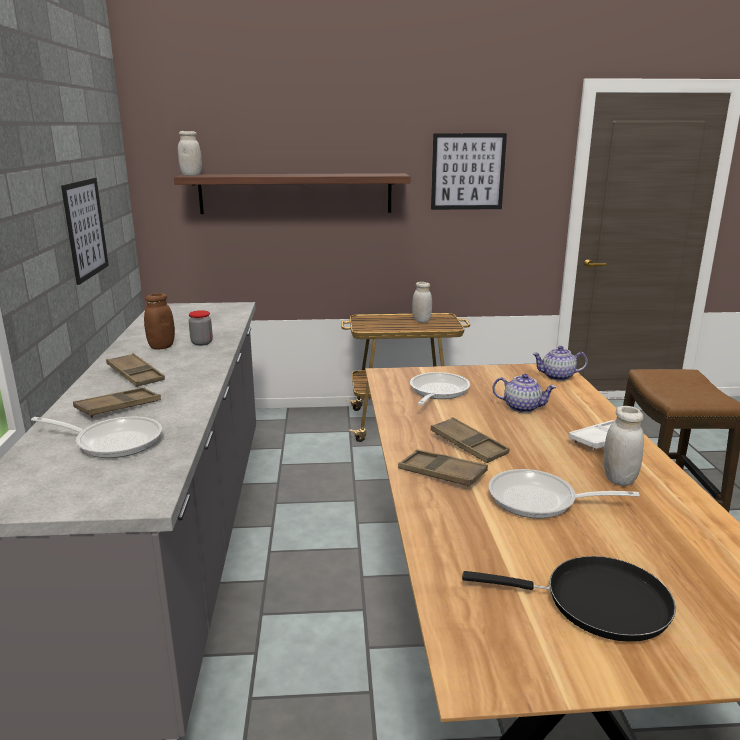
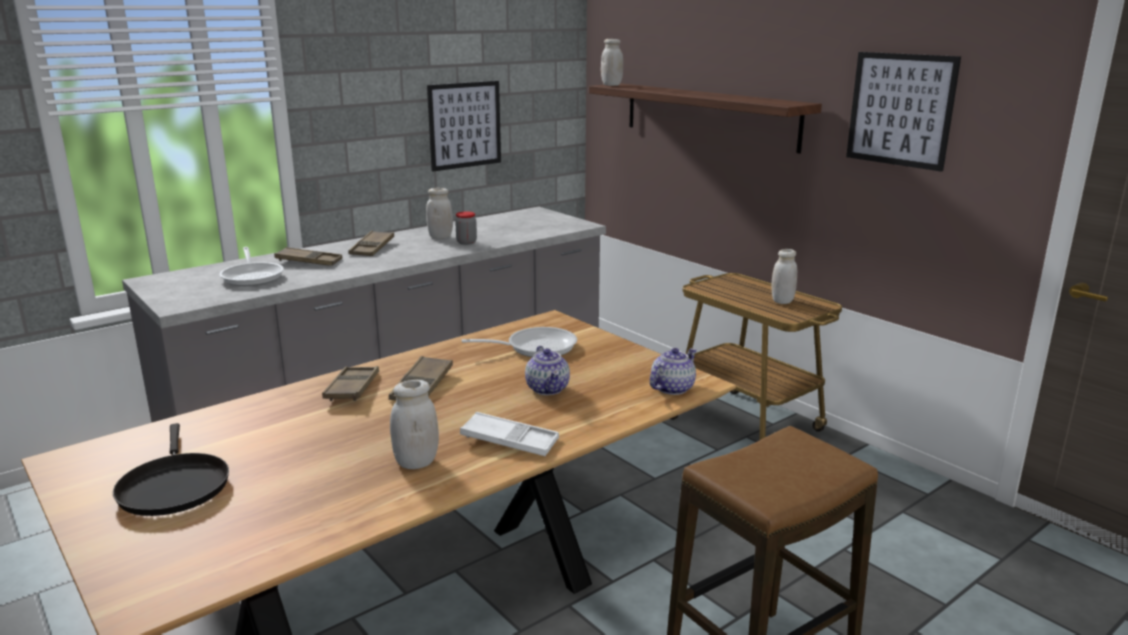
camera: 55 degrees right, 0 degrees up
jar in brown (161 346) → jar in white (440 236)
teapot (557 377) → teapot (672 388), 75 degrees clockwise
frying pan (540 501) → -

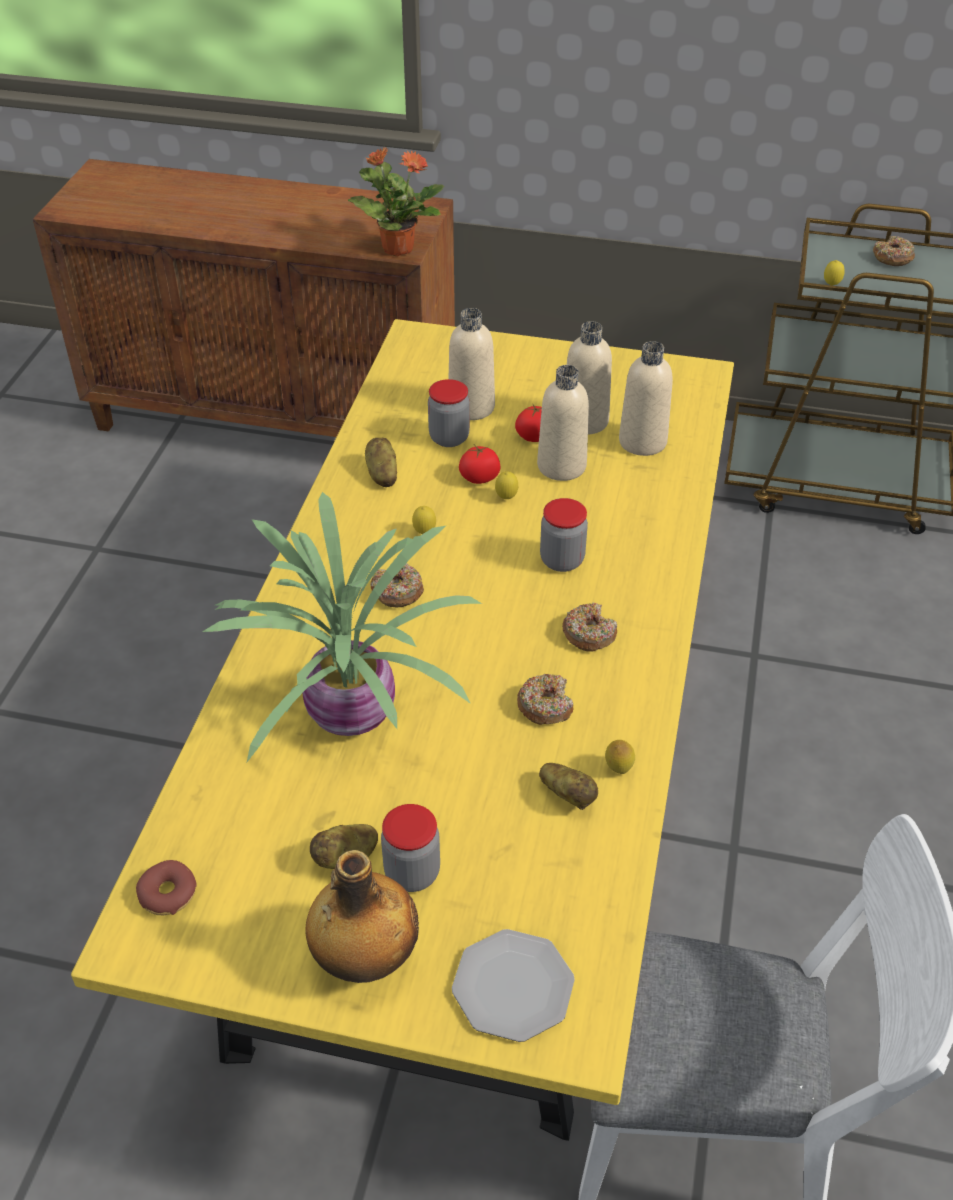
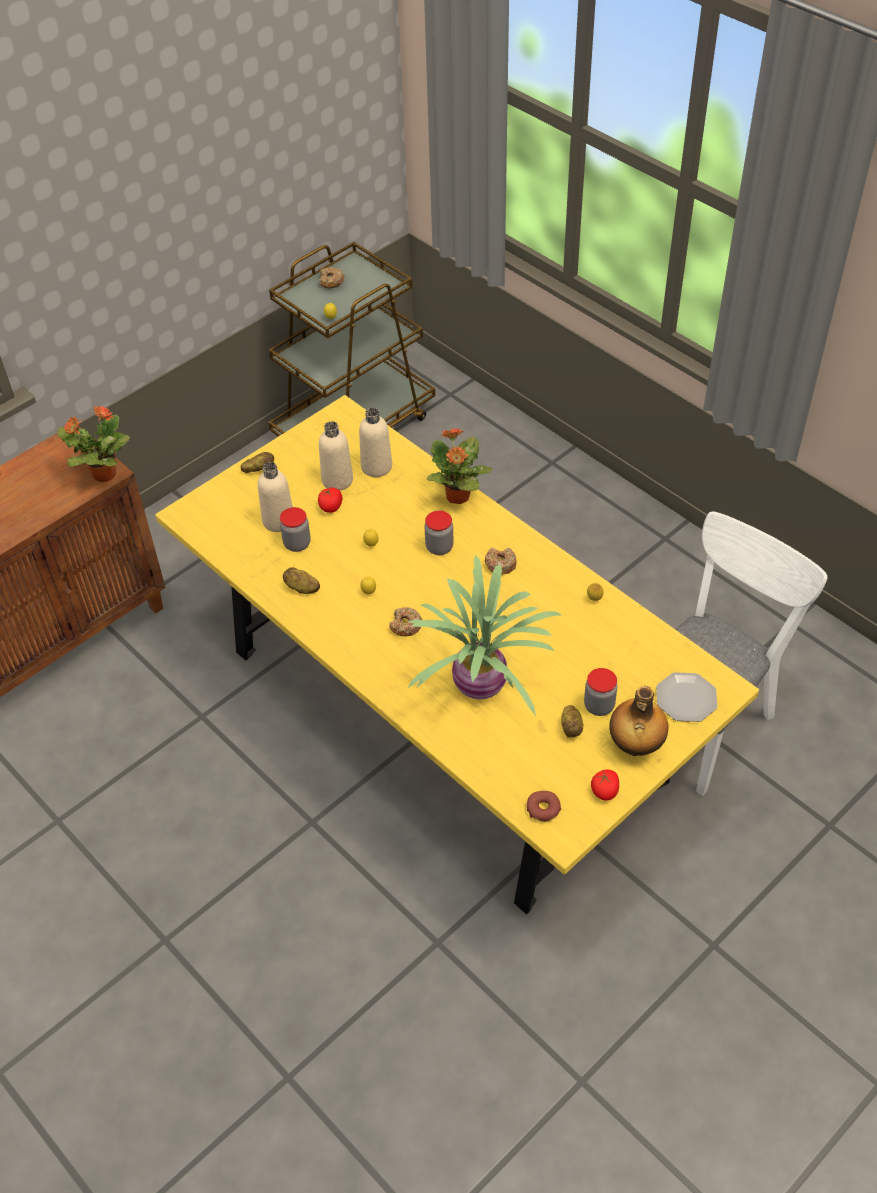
camera: 55 degrees left, 5 degrees up
bottle in beige (561 466) → -
tomato (479 478) → tomato (605 791), move
donut (545 706) → -
potato (568 795) → potato (258 469), move
- → potted plant (457 497)

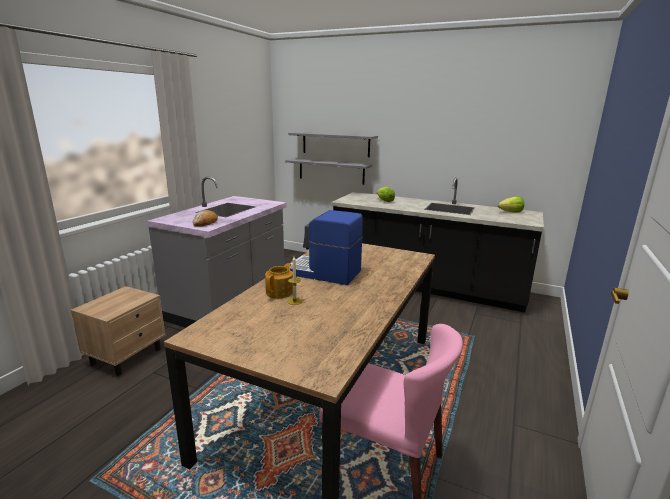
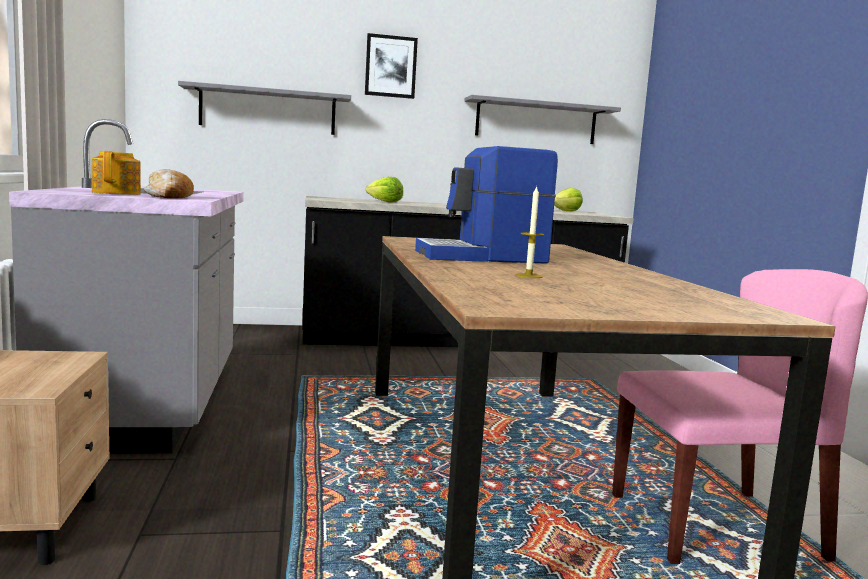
camera: 35 degrees left, 10 degrees down
shelf in grey (331 171) → shelf in grey (536 121), move
teapot (280 292) → teapot (117 193), move
- → picture (390 66)

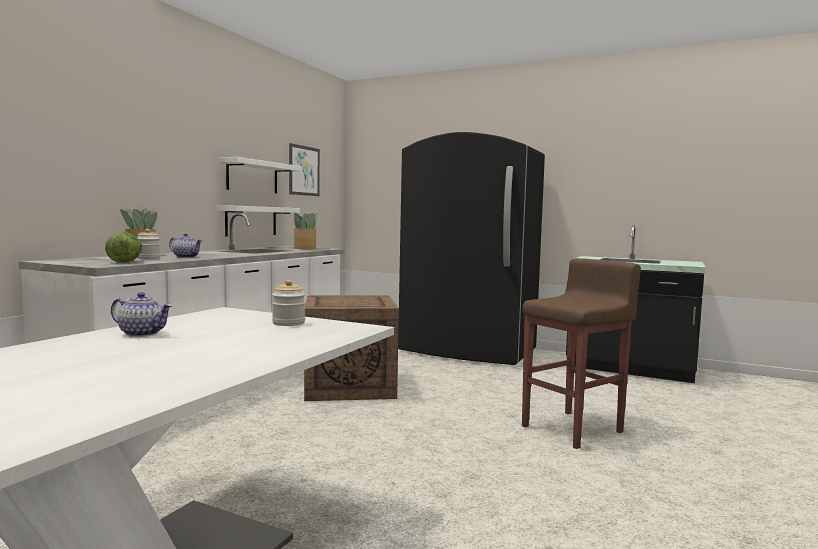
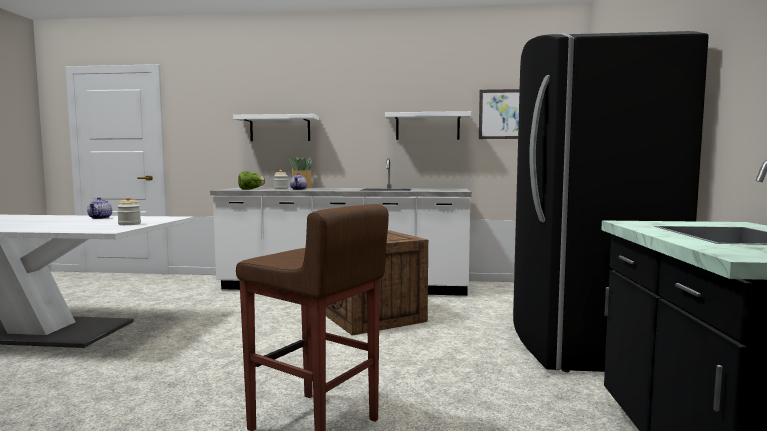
camera: 70 degrees right, 0 degrees up
shelf in white (251 221) → shelf in white (280 128), move
potted plant (305 248) → -

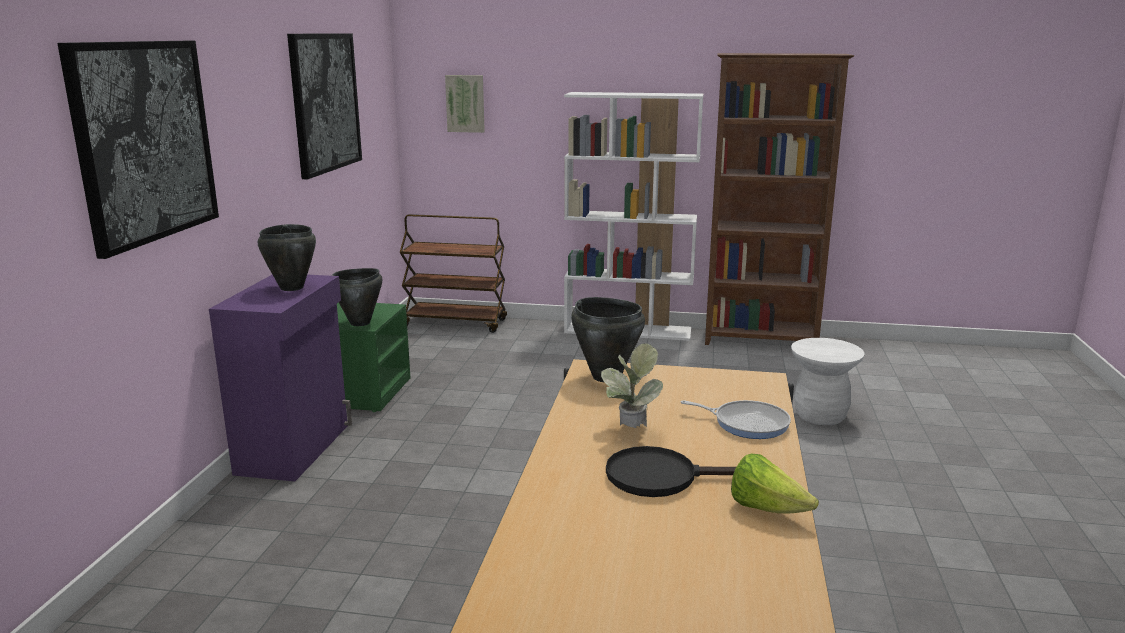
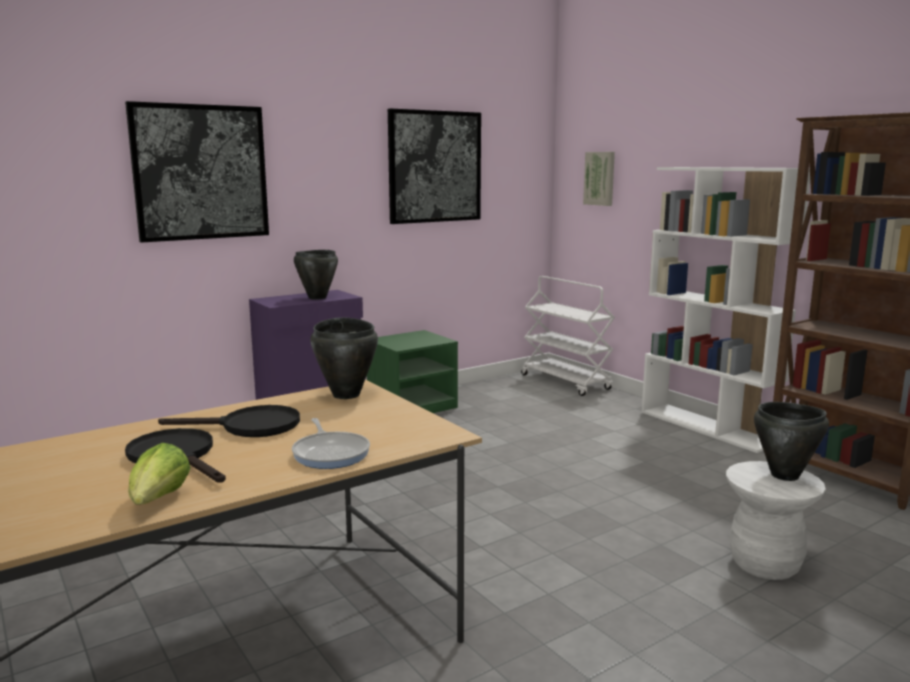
camera: 45 degrees right, 5 degrees down
cart in brown (456 323) → cart in white (566 382)
cooking pot in black (360 323) → cooking pot in black (785 476), move
potted plant (629 431) → frying pan in black (250 427)

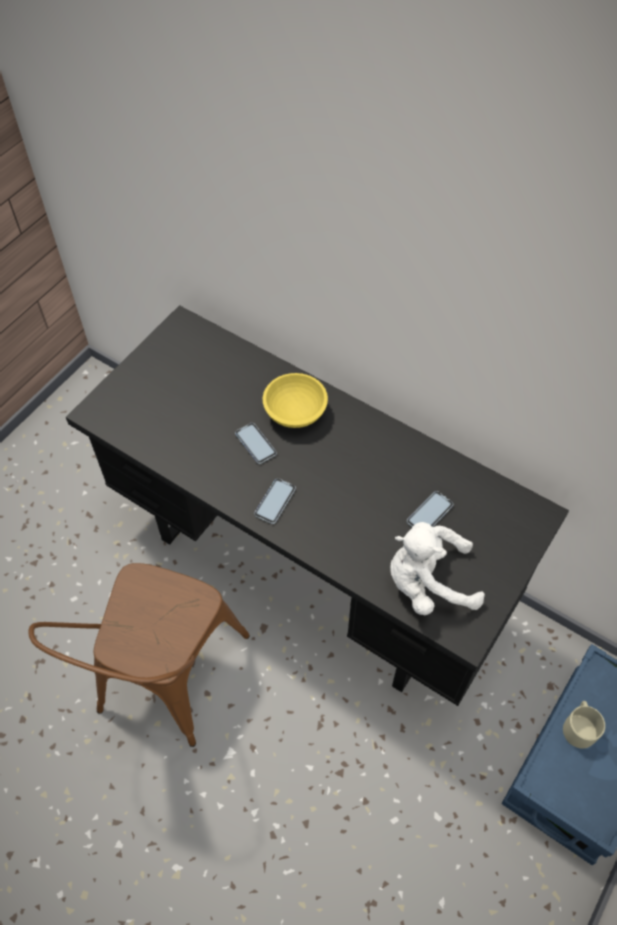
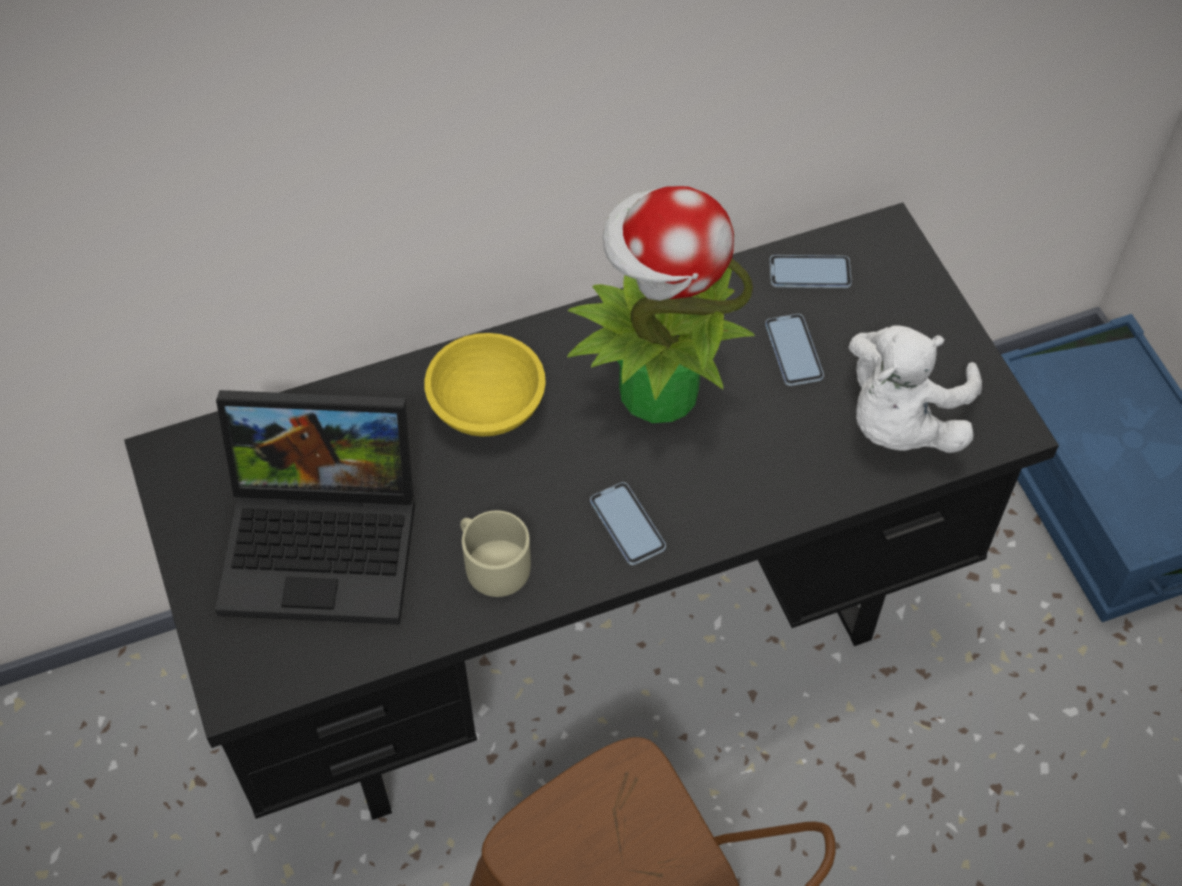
camera: 55 degrees left, 0 degrees up
phone (255 444) → phone (809 273), move
mug in beige (579 727) → mug in beige (492 562), move
- → potted plant (655 390)
- → laptop (326 540)

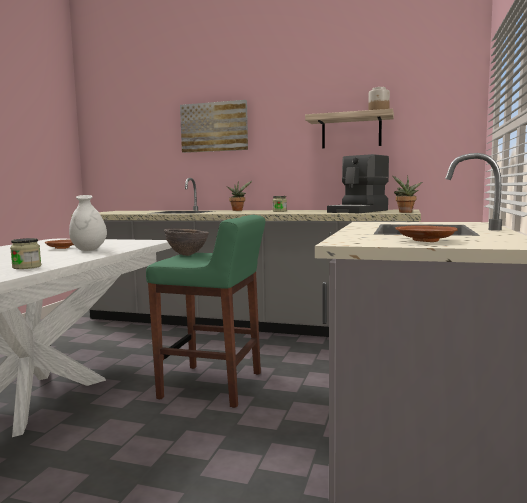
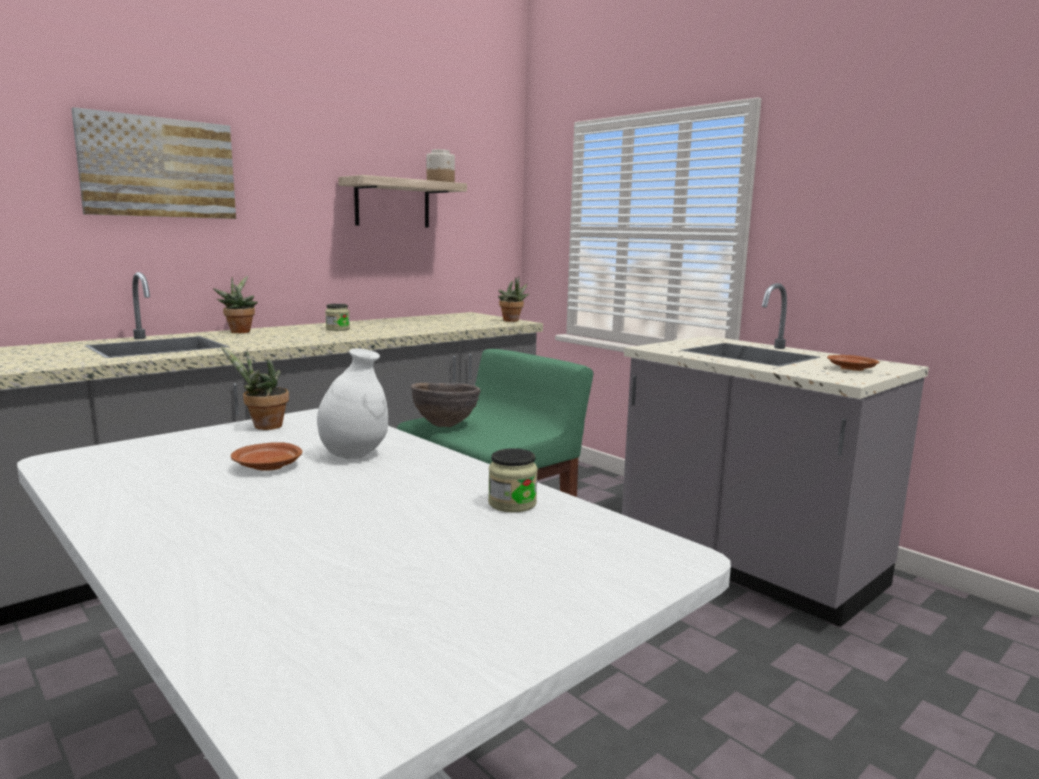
camera: 60 degrees left, 5 degrees up
coffee machine (359 211) → -
- → potted plant (263 426)

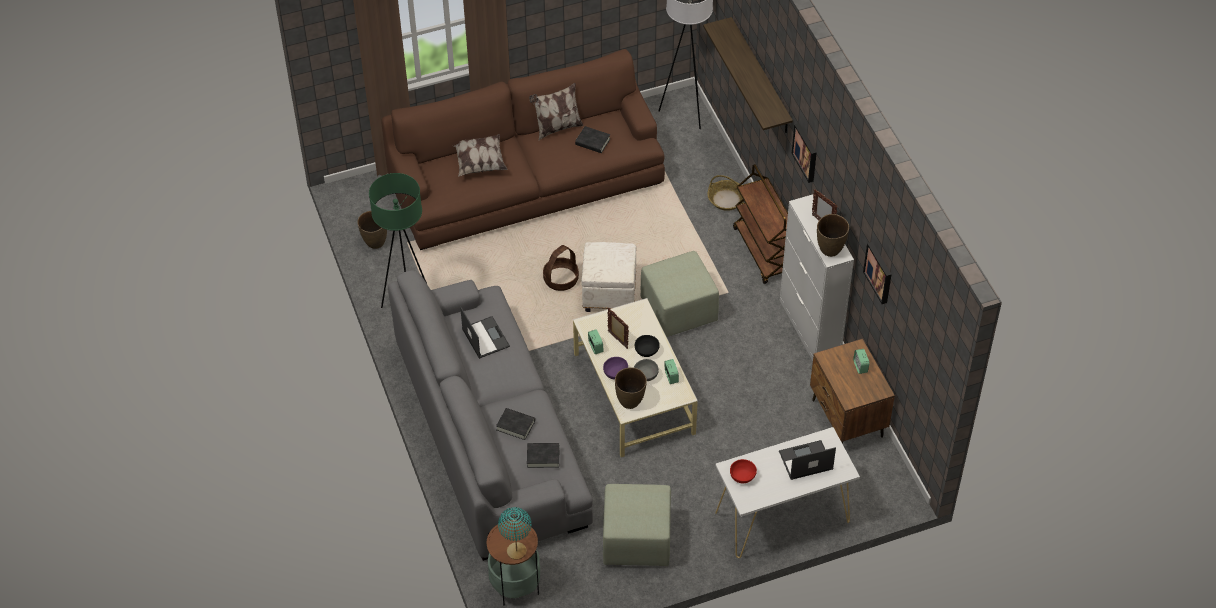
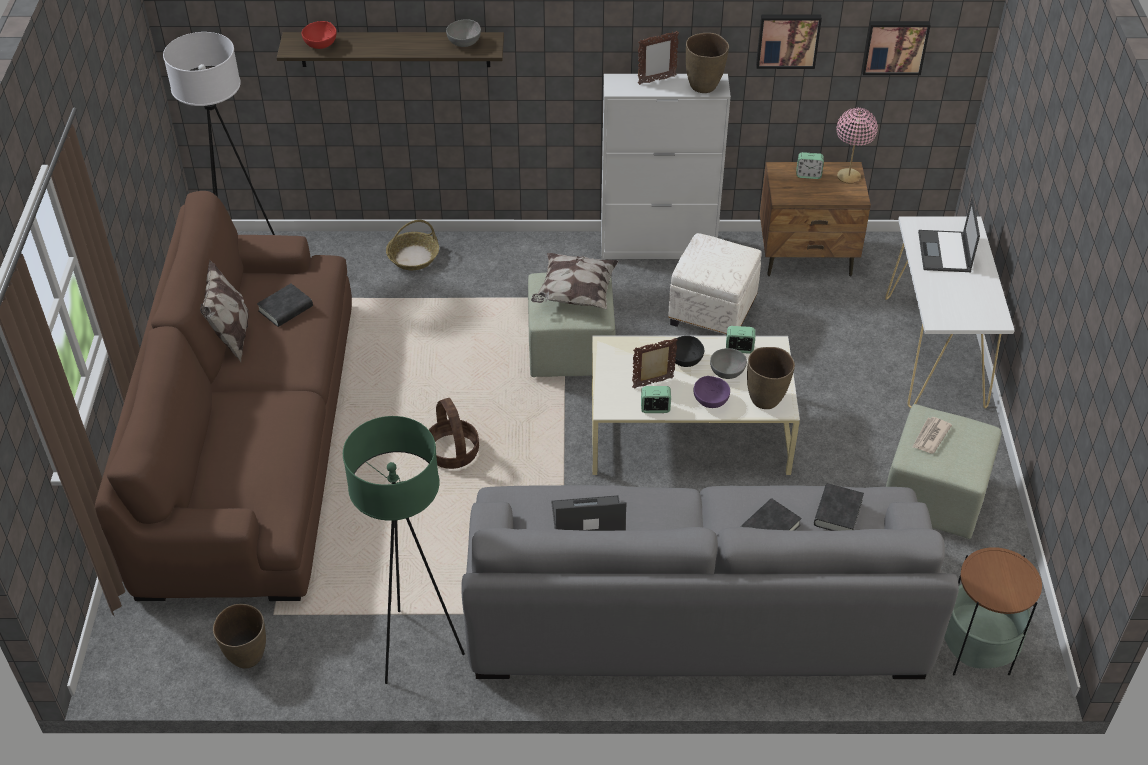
camera: 70 degrees left, 5 degrees down
picture (806 152) → picture (895 46), move
pillow (479 162) → pillow (575 294), move
cart in brown (764 252) → -
ottoman in white (609 295) → ottoman in white (713 314), move
bowl in red (743 477) → bowl in red (321 44), move
table lamp in turquoise (516 551) → -
- → bowl in grey (465 43)
- → table lamp in pink (848 176)
- → newspaper (930 436)

